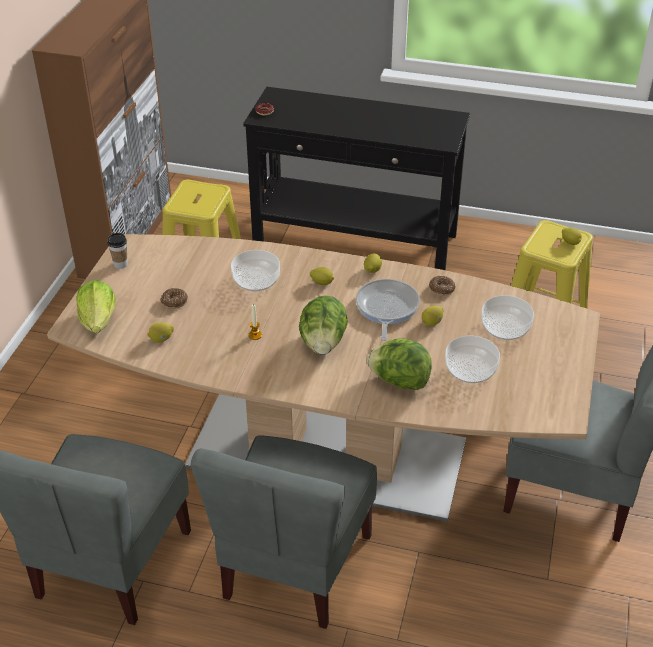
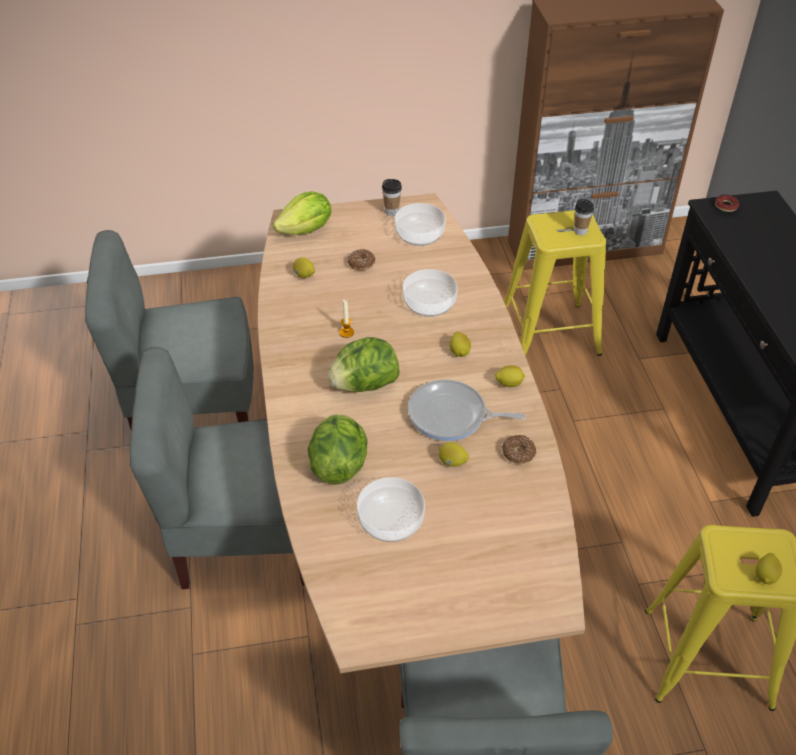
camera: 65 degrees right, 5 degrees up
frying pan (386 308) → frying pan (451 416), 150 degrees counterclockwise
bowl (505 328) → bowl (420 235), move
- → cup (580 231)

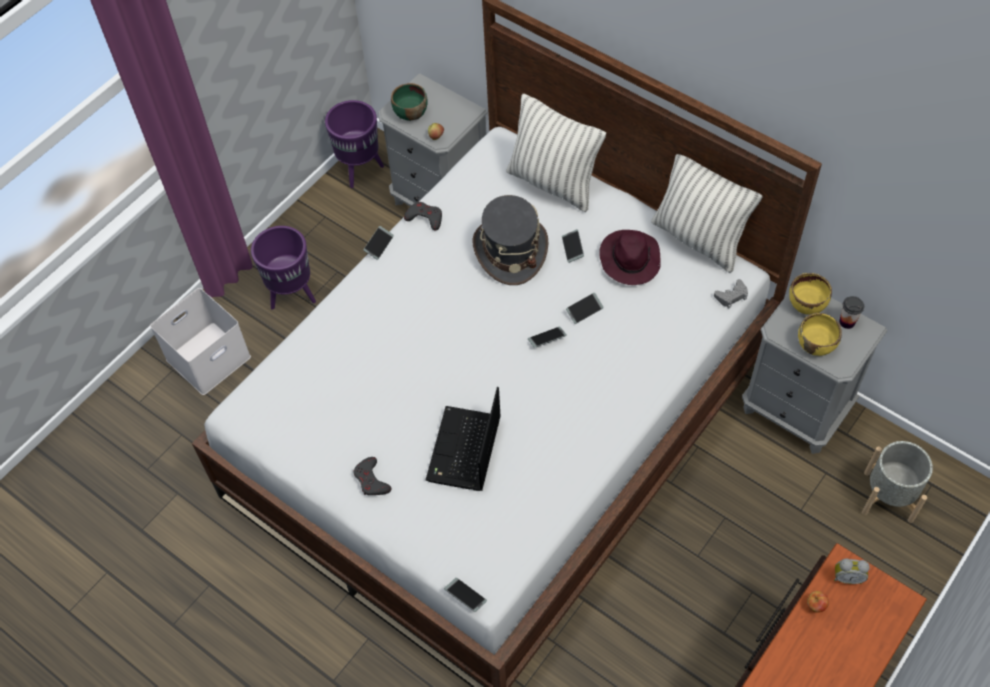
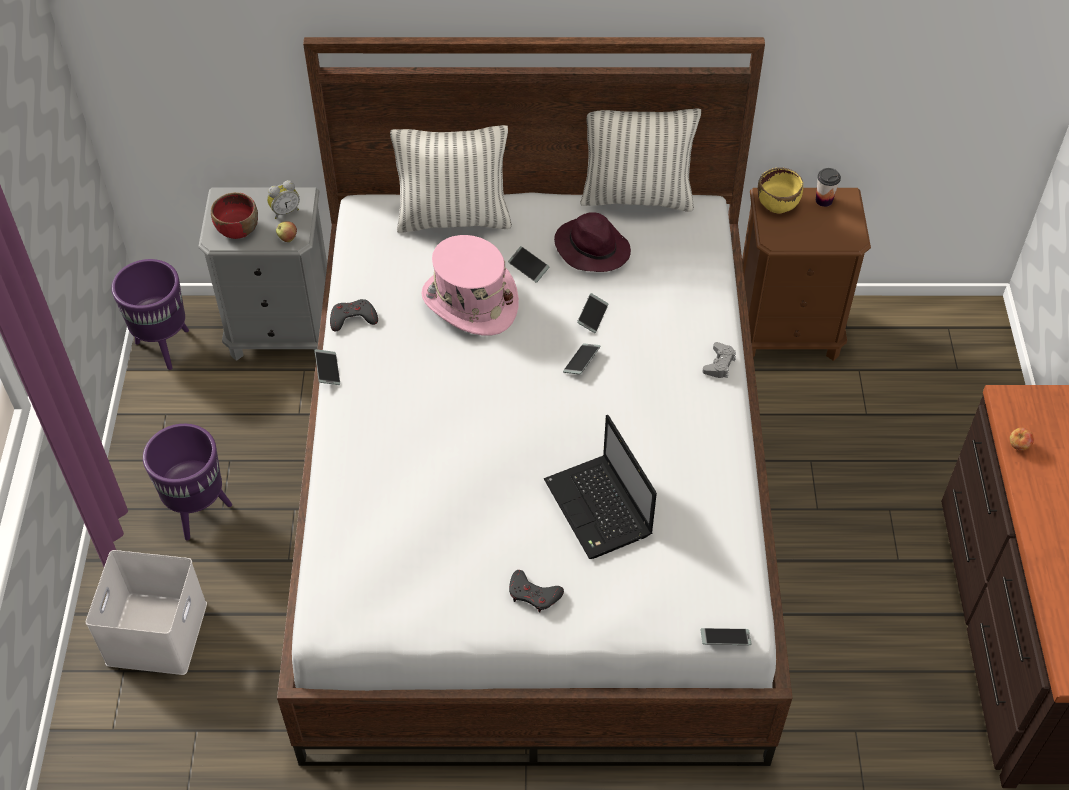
camera: 40 degrees left, 5 degrees down
bowl in green (410 113) → bowl in red (237 230)
hat in grey (510 250) → hat in pink (469 302)
game controller in grey (731 296) → game controller in grey (719 364), move
nightstand in grey (795 409) → nightstand in brown (787 331)
bowl in yellow (816 344) → -
planter in grey (888 496) → -
alarm clock (847 577) → alarm clock (285 211), move

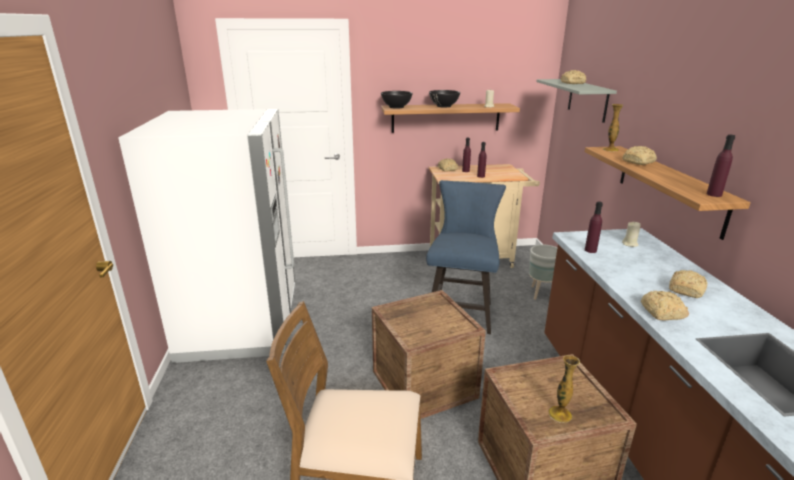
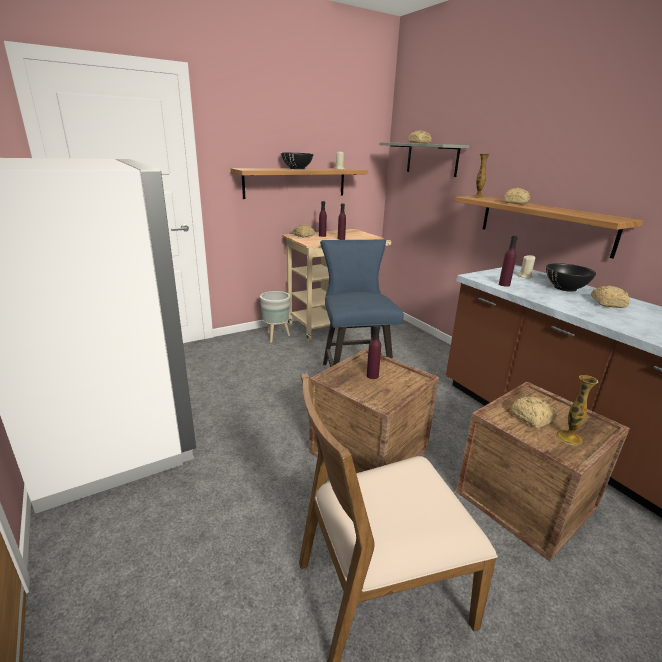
camera: 25 degrees left, 0 degrees up
bowl in black (396 107) → bowl in black (565 288), move
bottle in purple (714 194) → bottle in purple (372 376), move
planter in grey (540 293) → planter in grey (275 337), move
bread (662 313) → bread (531 418), move

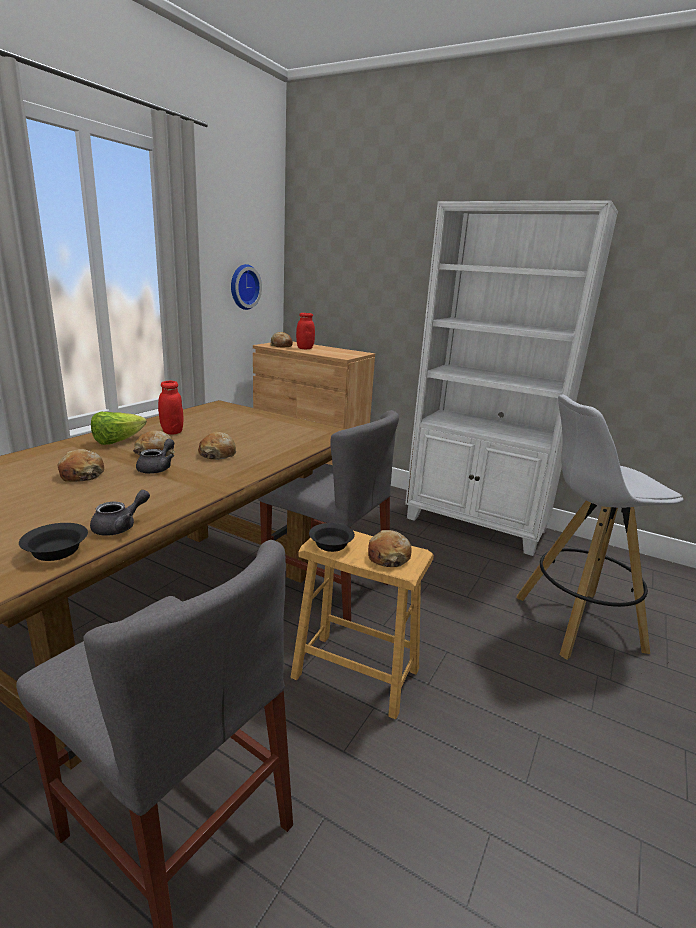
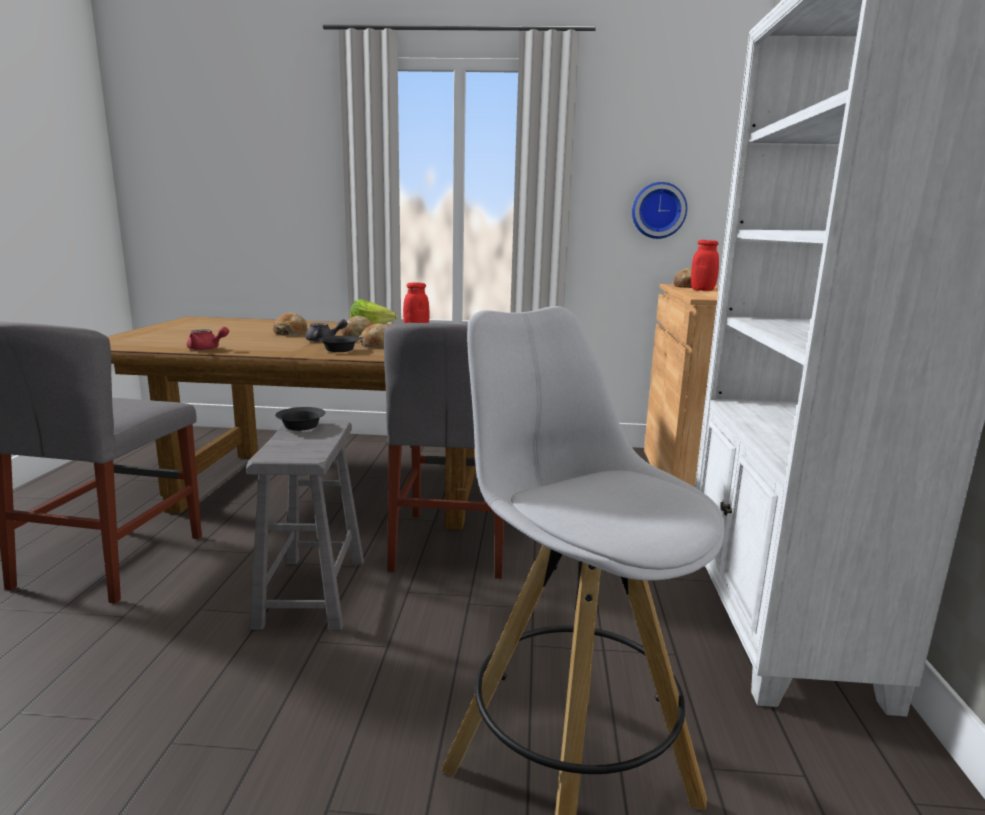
camera: 65 degrees right, 5 degrees down
teapot in grey (120 527) → teapot in red (207 349)
bowl in black (58 552) → bowl in black (339 350), move
bread (388 557) → -
stool in brown (356 673) → stool in grey (311 592)

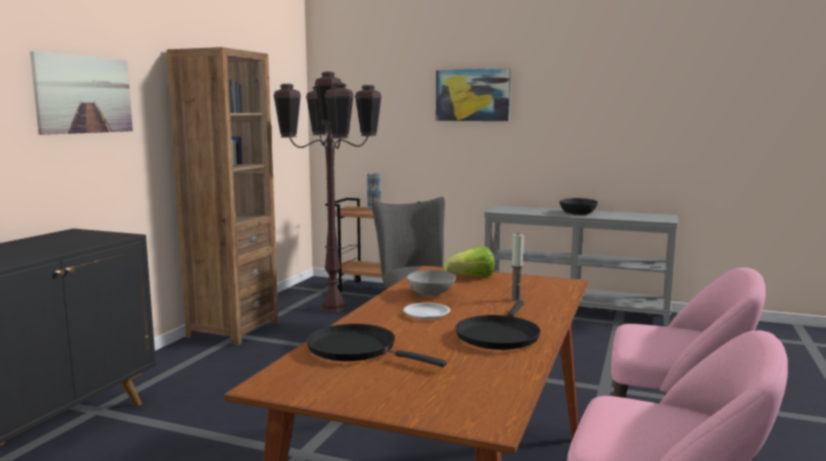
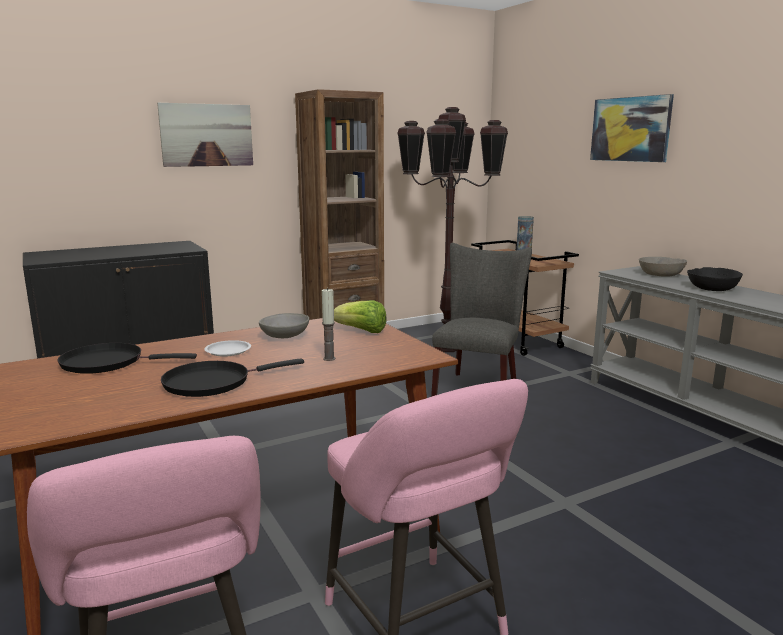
camera: 40 degrees right, 5 degrees up
frying pan in black (357 349) → frying pan in black (108 363), 75 degrees counterclockwise
- → bowl in grey (660 274)

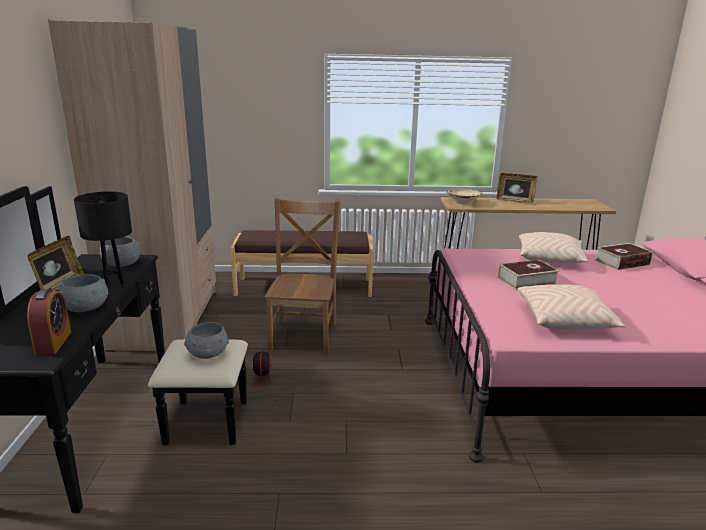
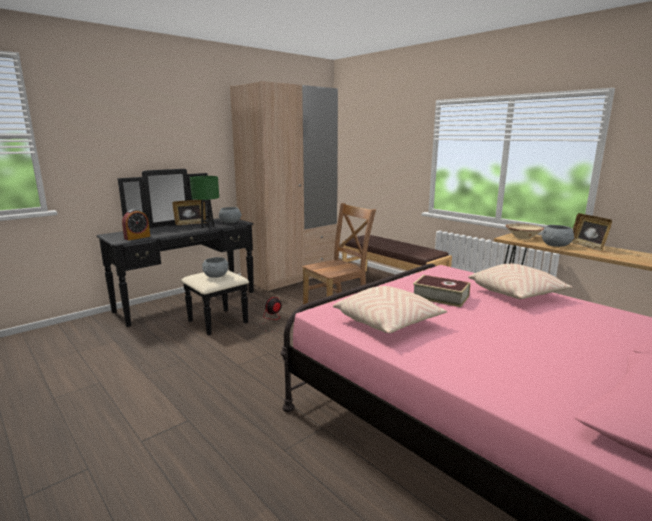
camera: 50 degrees right, 5 degrees down
table lamp in black (113 282) → table lamp in green (207 227)
book (622 262) → -
bowl in grey (86 308) → bowl in grey (556 245), move

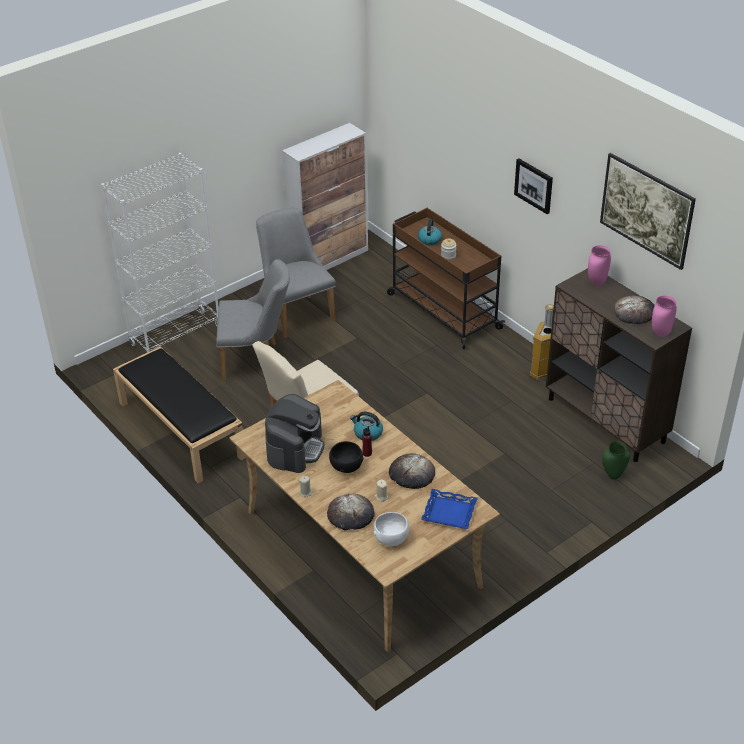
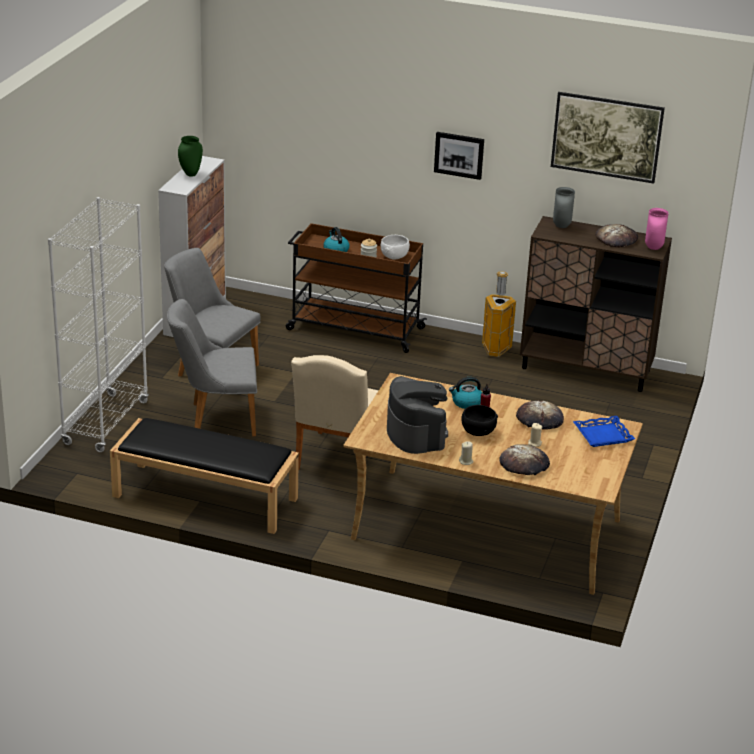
camera: 35 degrees left, 10 degrees down
vase in pink (596 282) → vase in grey (561 226)
chair in grey (256 360) → chair in grey (216 418), 150 degrees counterclockwise
vase in green (613 475) → vase in green (190 174), move
bowl in white (391 539) → bowl in white (394 257), move

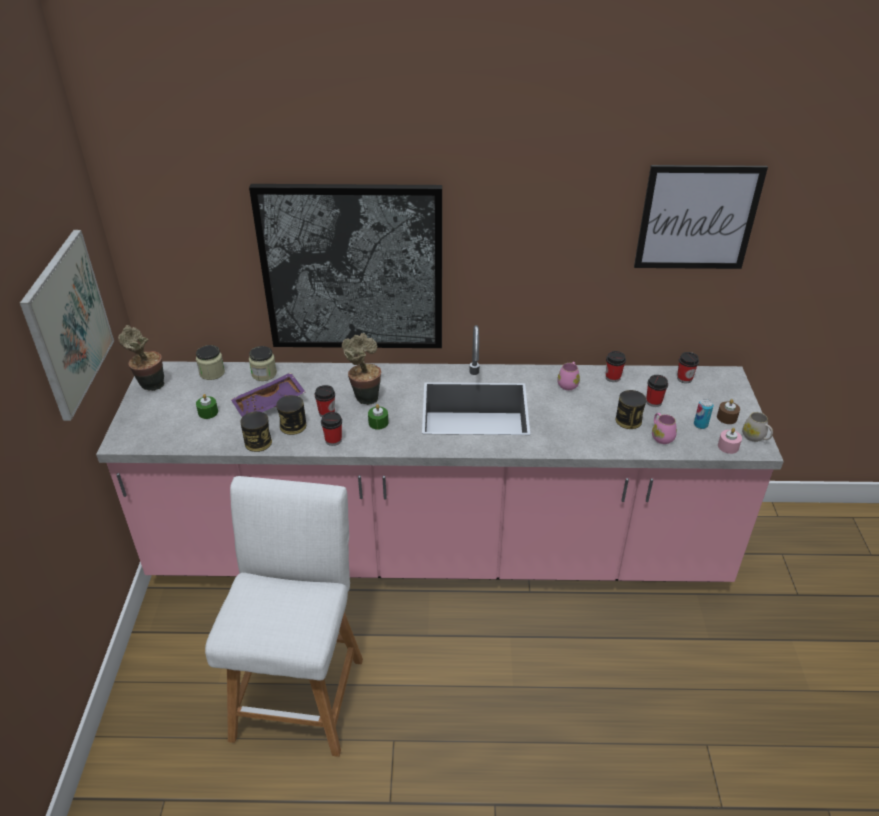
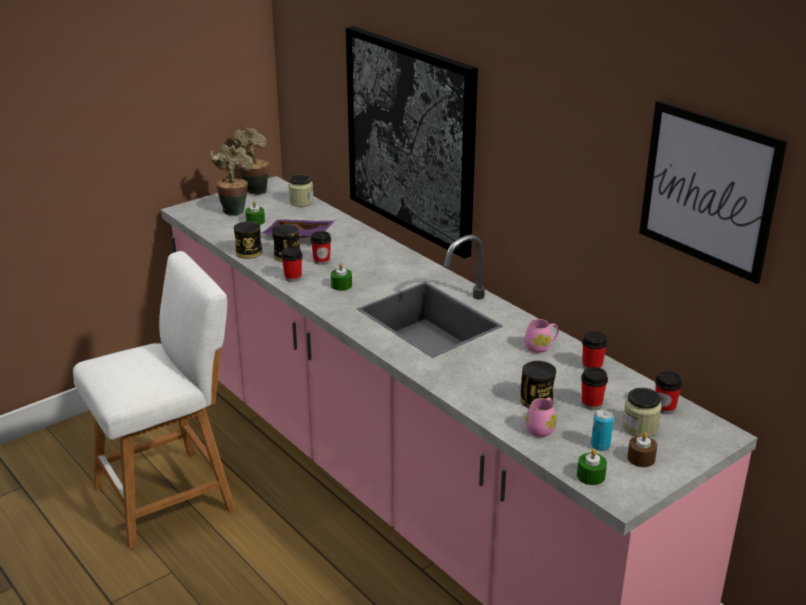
camera: 50 degrees right, 10 degrees down
picture (68 324) → -
potted plant (365 396) → potted plant (234 210), move
jar (264 374) → jar (640 427), move
mug in white (755 437) → -
candle in pink (728 446) → candle in green (590 476)

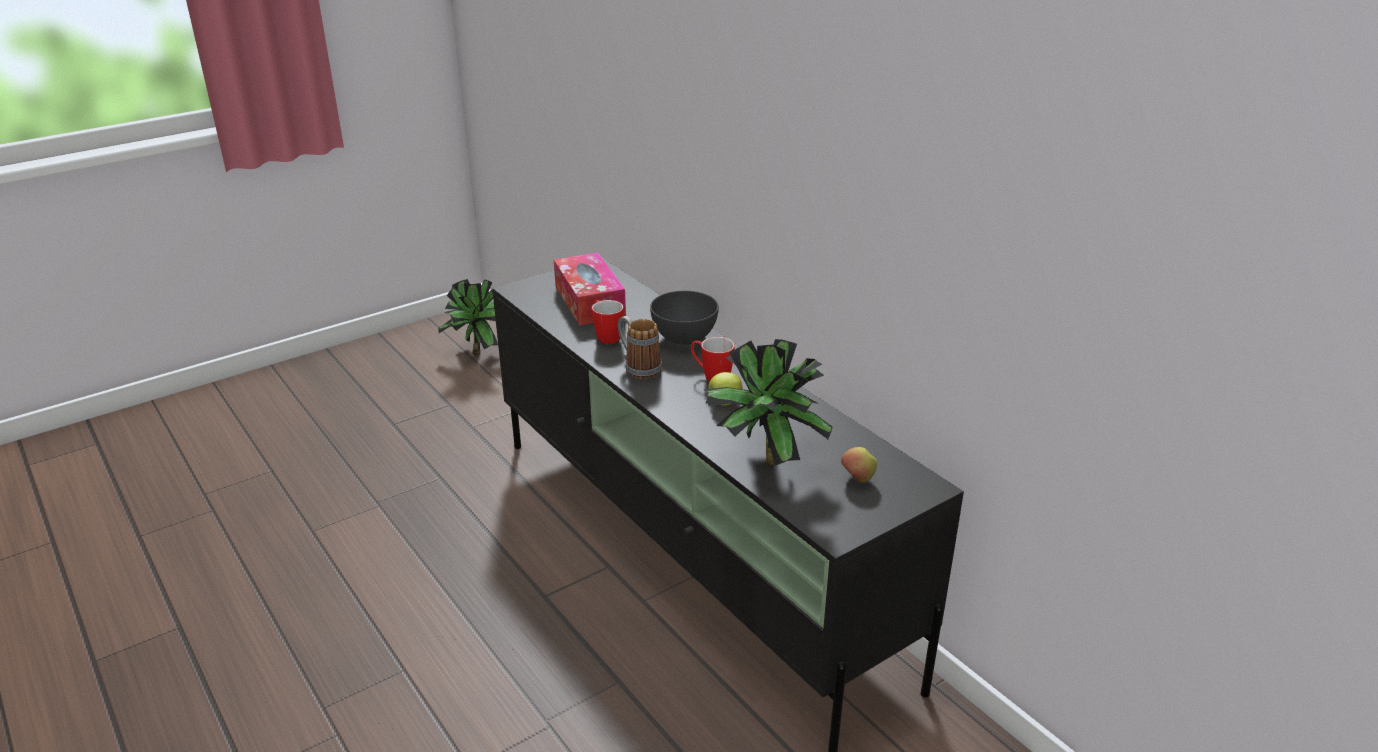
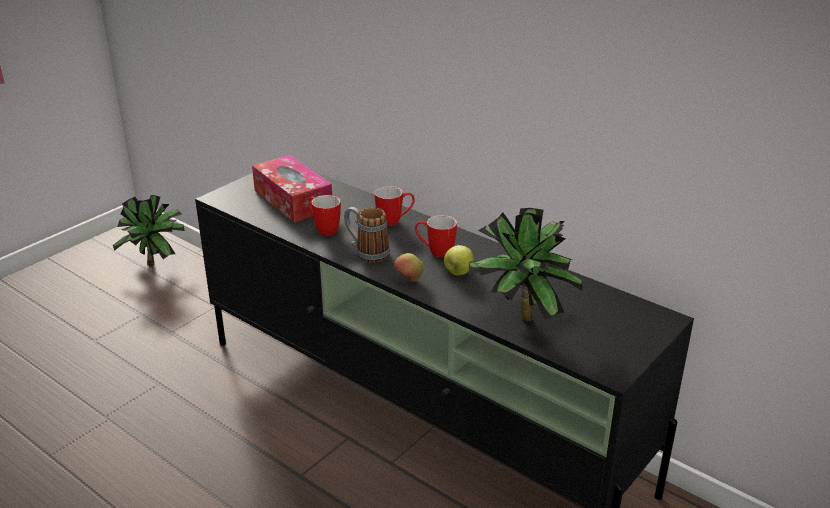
camera: 15 degrees left, 0 degrees up
bowl in grey (685 338) → mug (394 221)
apple (857 479) → apple (408 280), move

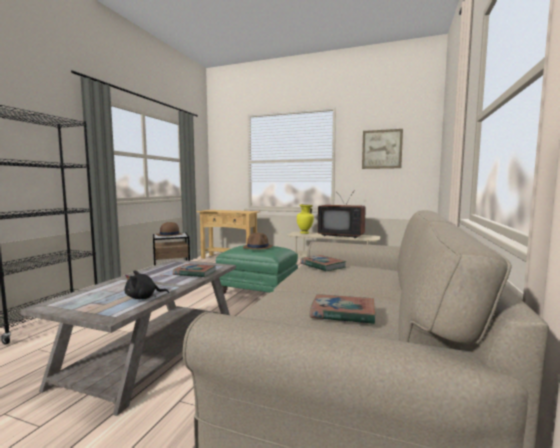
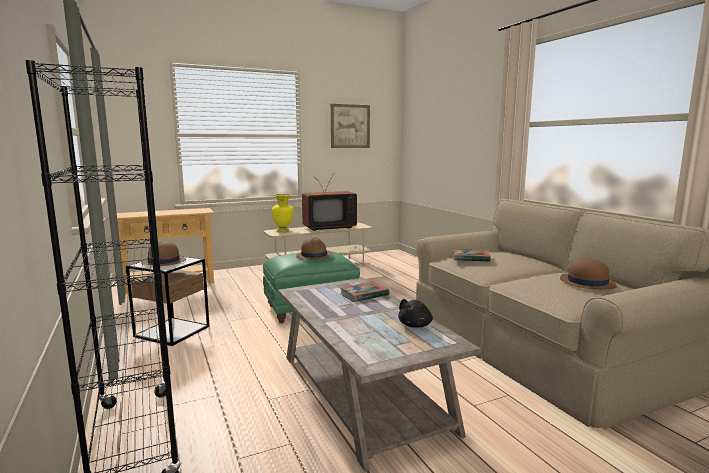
camera: 45 degrees left, 5 degrees up
book (342 313) → hat in brown (586 283)

